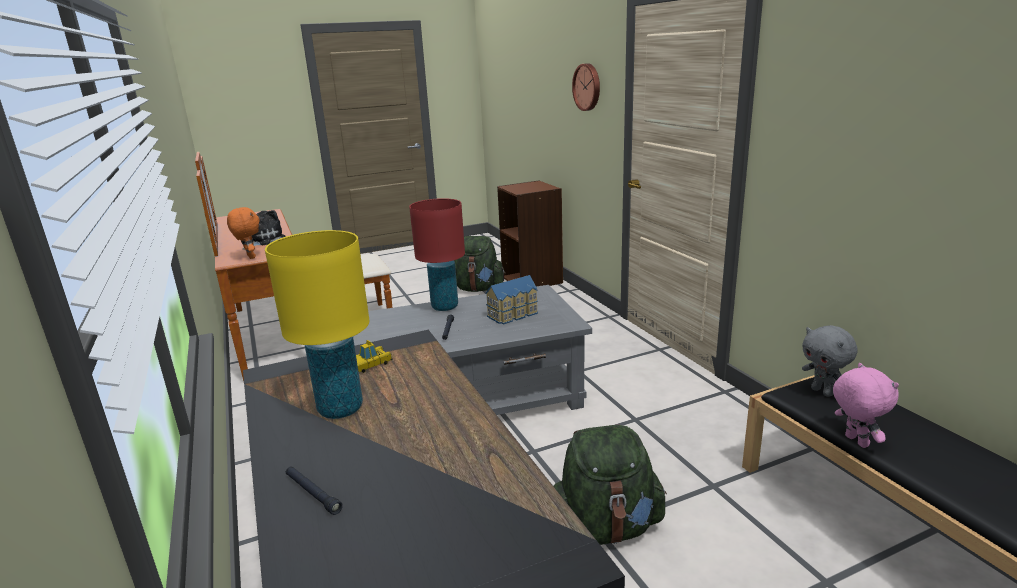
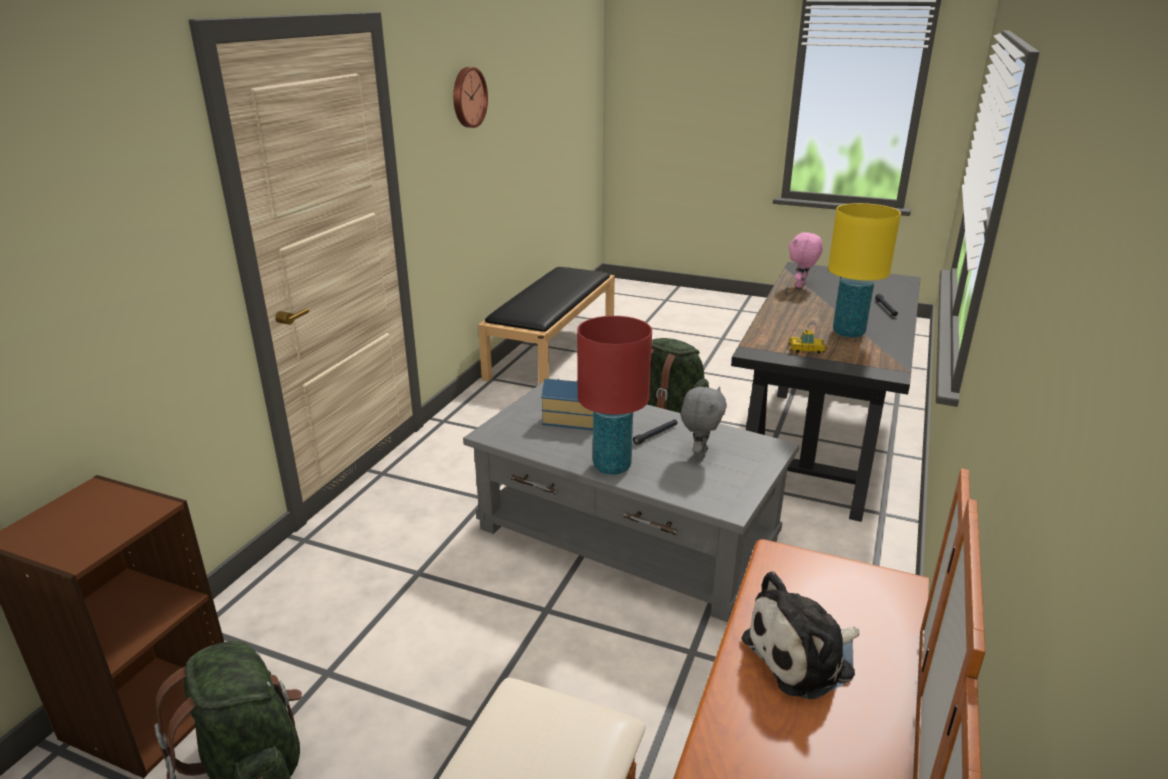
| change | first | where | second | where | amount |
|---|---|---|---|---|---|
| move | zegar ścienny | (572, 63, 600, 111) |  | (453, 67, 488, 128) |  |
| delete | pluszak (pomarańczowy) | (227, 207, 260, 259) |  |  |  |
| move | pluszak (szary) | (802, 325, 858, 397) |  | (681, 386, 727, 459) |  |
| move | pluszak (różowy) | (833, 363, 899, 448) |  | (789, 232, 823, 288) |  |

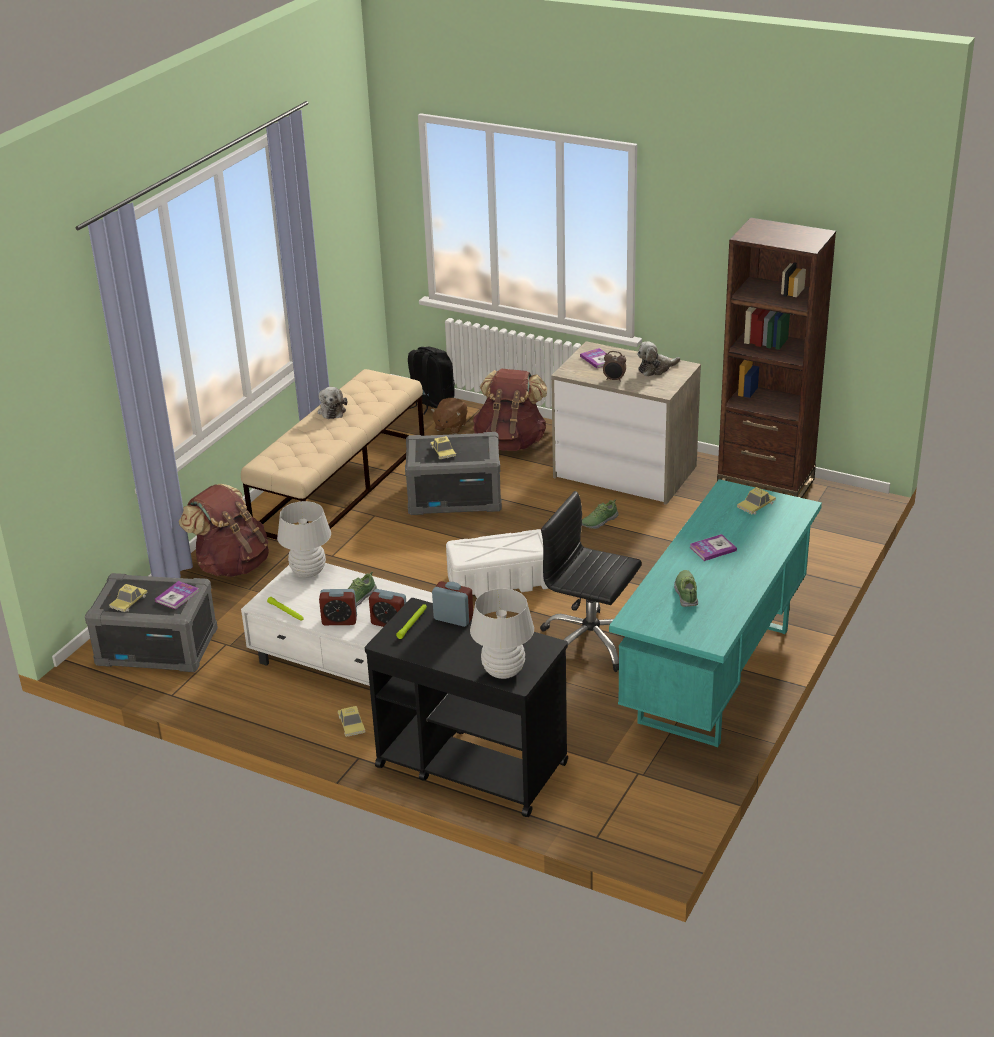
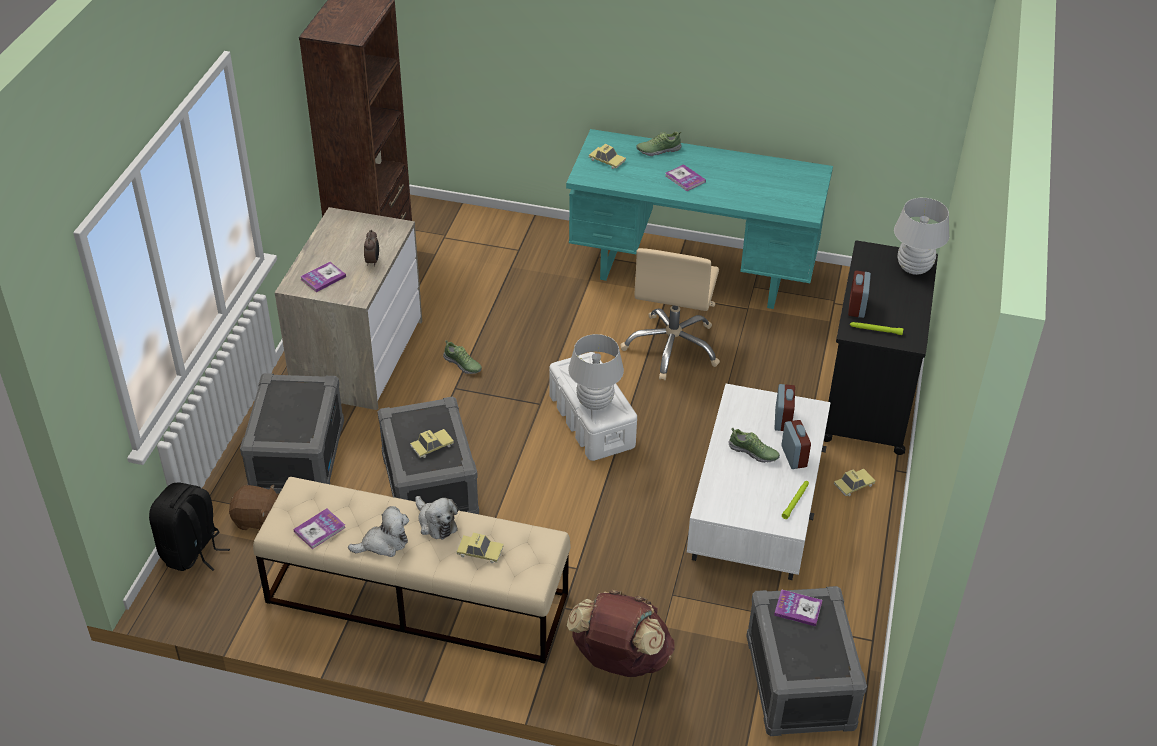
| change | first | where | second | where | amount |
|---|---|---|---|---|---|
| move | pluszak | (637, 342, 680, 376) |  | (415, 496, 458, 539) |  |
| replace | plecak (brązowy) | (473, 369, 547, 451) | pojemnik do przechowywania (szary) | (240, 373, 344, 493) |  |
| recolor | krzesło biurowe (czarny) | (540, 491, 642, 672) | krzesło biurowe (beżowy) | (621, 248, 720, 380) |  |
| move | lampa stołowa (biały) | (277, 501, 331, 578) |  | (568, 334, 624, 410) |  |
| move | but | (674, 570, 698, 607) |  | (636, 132, 682, 156) |  |
| move | samochodzik | (109, 584, 148, 612) |  | (456, 532, 503, 563) |  |
| insert |  |  | książka | (294, 508, 346, 549) |  |

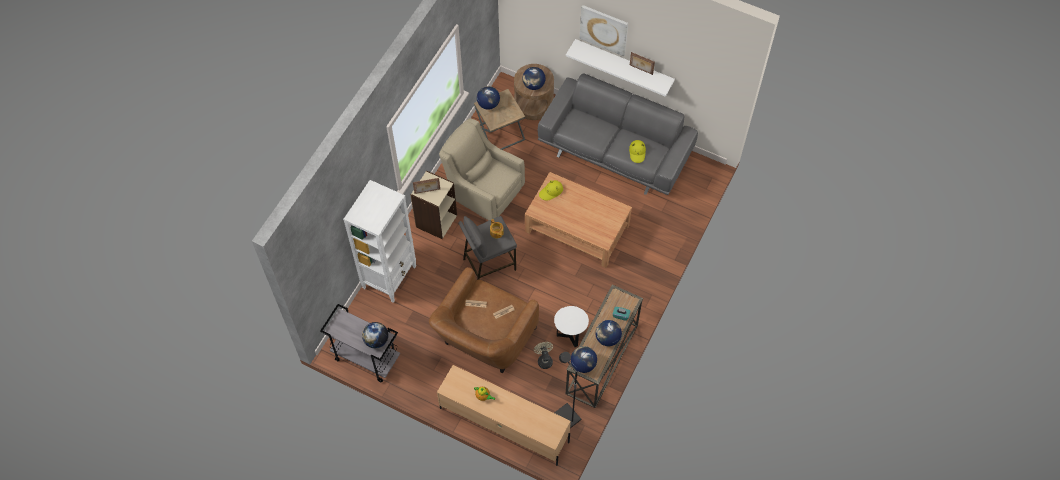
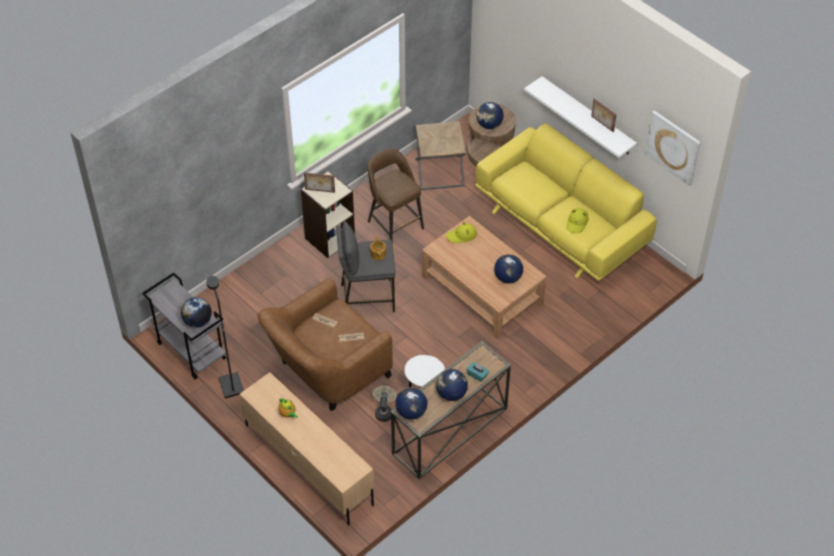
| change | first | where | second | where | amount |
|---|---|---|---|---|---|
| move | obraz | (580, 5, 628, 56) |  | (645, 110, 701, 186) |  |
| recolor | kanapa (szary) | (538, 73, 698, 195) | kanapa (żółty) | (475, 124, 656, 281) |  |
| move | globus | (477, 86, 500, 110) |  | (494, 254, 523, 283) |  |
| replace | fotel (beżowy) | (439, 118, 525, 220) | stołek (brązowy) | (368, 149, 424, 240) |  |
| delete | regał (biały) | (343, 180, 416, 303) |  |  |  |
| move | lampa stojąca (czarny) | (554, 352, 581, 428) |  | (207, 276, 244, 399) |  |

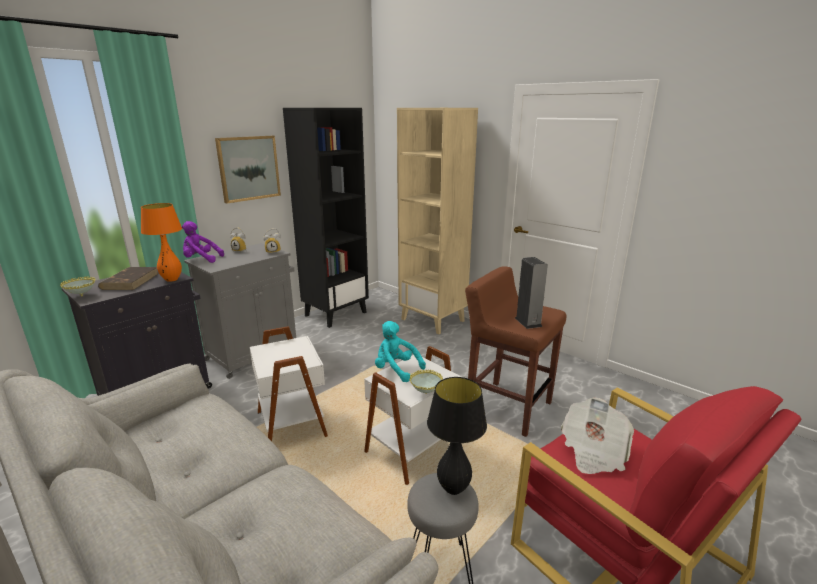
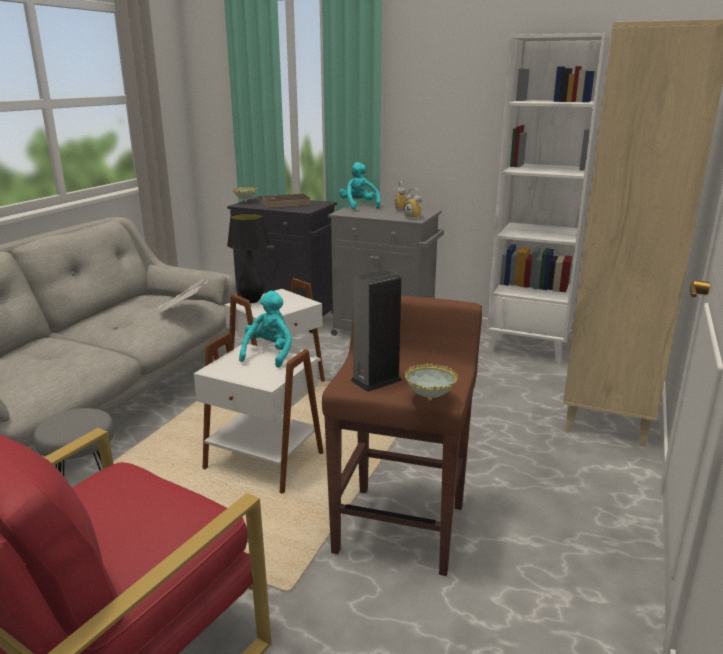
| change | first | where | second | where | amount |
|---|---|---|---|---|---|
| recolor | regał (czarny) | (283, 108, 369, 328) | regał (biały) | (487, 33, 610, 363) |  |
| delete | obraz | (215, 136, 281, 203) |  |  |  |
| delete | lampa stołowa (pomarańczowy) | (141, 203, 182, 282) |  |  |  |
| recolor | pluszak (fioletowy) | (182, 221, 224, 263) | pluszak (turkusowy) | (339, 162, 381, 209) |  |
| move | miska | (409, 370, 443, 394) |  | (404, 363, 458, 401) |  |
| move | lampa stołowa (czarny) | (427, 377, 487, 495) |  | (227, 213, 270, 303) |  |
| move | gazeta | (561, 397, 634, 474) |  | (158, 279, 208, 314) |  |

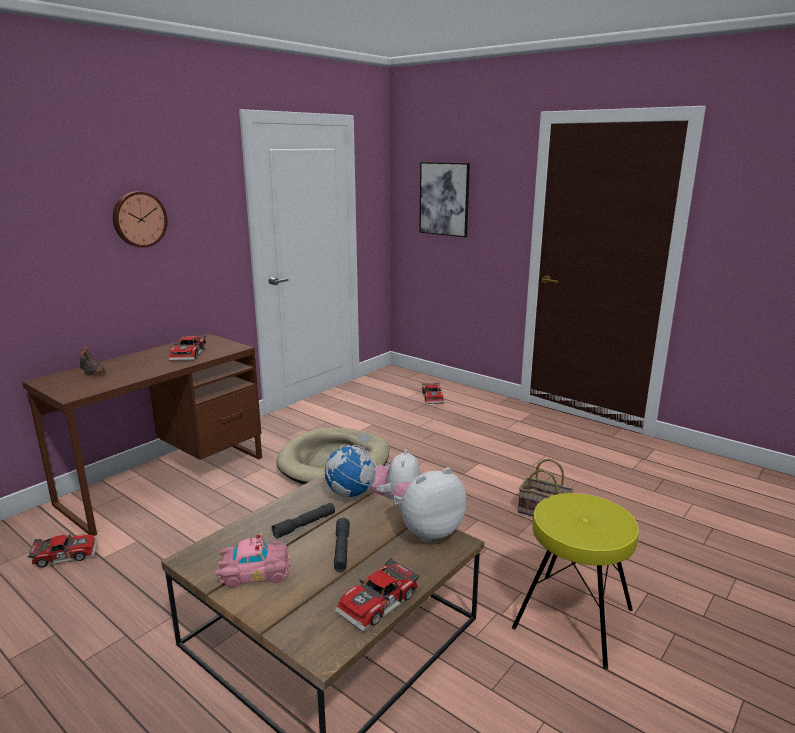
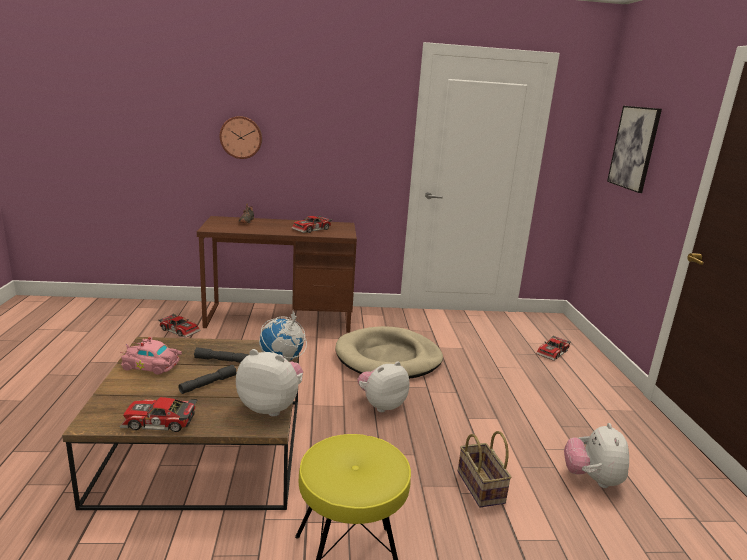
| change | first | where | second | where | amount |
|---|---|---|---|---|---|
| move | zegar ścienny | (113, 191, 168, 248) |  | (220, 116, 262, 159) |  |
| rotate | samochodzik (różowy) | (215, 533, 291, 588) |  | (120, 337, 182, 375) | 150 degrees clockwise |
| insert |  |  | pluszak | (564, 423, 629, 488) |  |

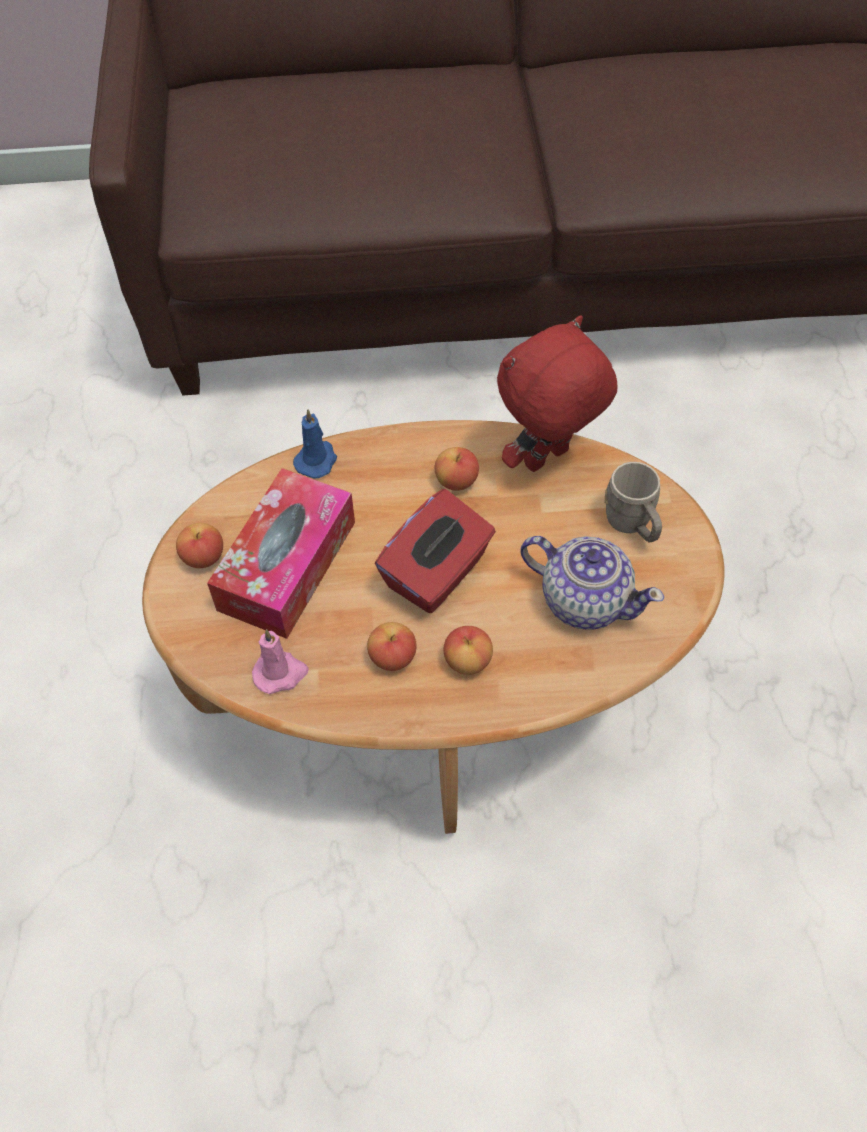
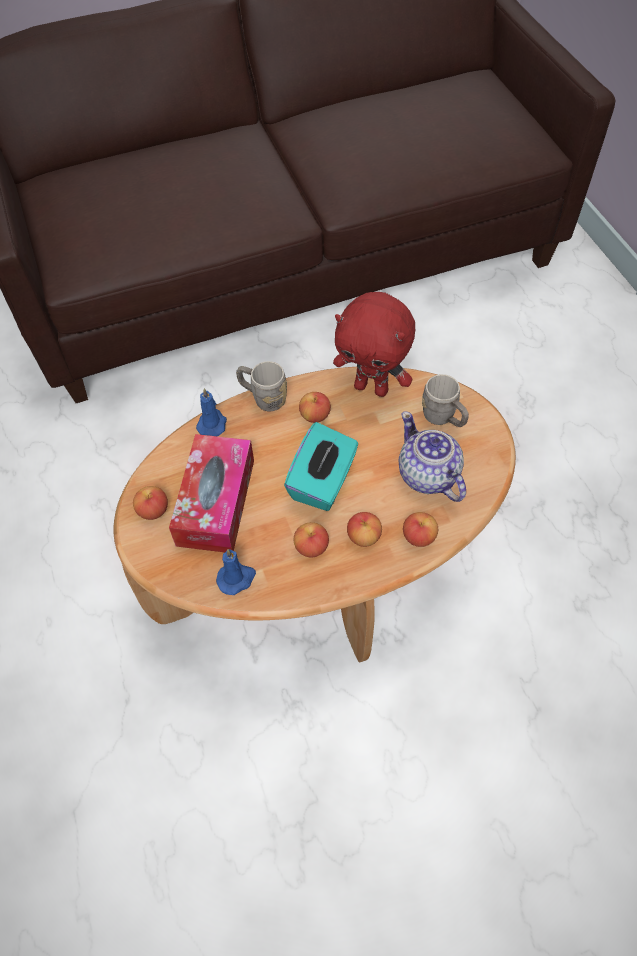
| change | first | where | second | where | amount |
|---|---|---|---|---|---|
| rotate | pluszak (czerwony) | (497, 316, 617, 472) |  | (333, 292, 415, 397) | 105 degrees counterclockwise |
| recolor | pudełko chusteczek (czerwony) | (375, 489, 496, 613) | pudełko chusteczek (turkusowy) | (284, 422, 358, 511) |  |
| rotate | imbryk | (520, 536, 664, 630) |  | (399, 411, 466, 502) | 135 degrees counterclockwise |
| recolor | świeca (różowy) | (252, 629, 309, 694) | świeca (niebieski) | (216, 549, 256, 595) |  |
| insert |  |  | kubek (szary) | (236, 361, 287, 411) |  |
| insert |  |  | jabłko | (403, 512, 438, 547) |  |

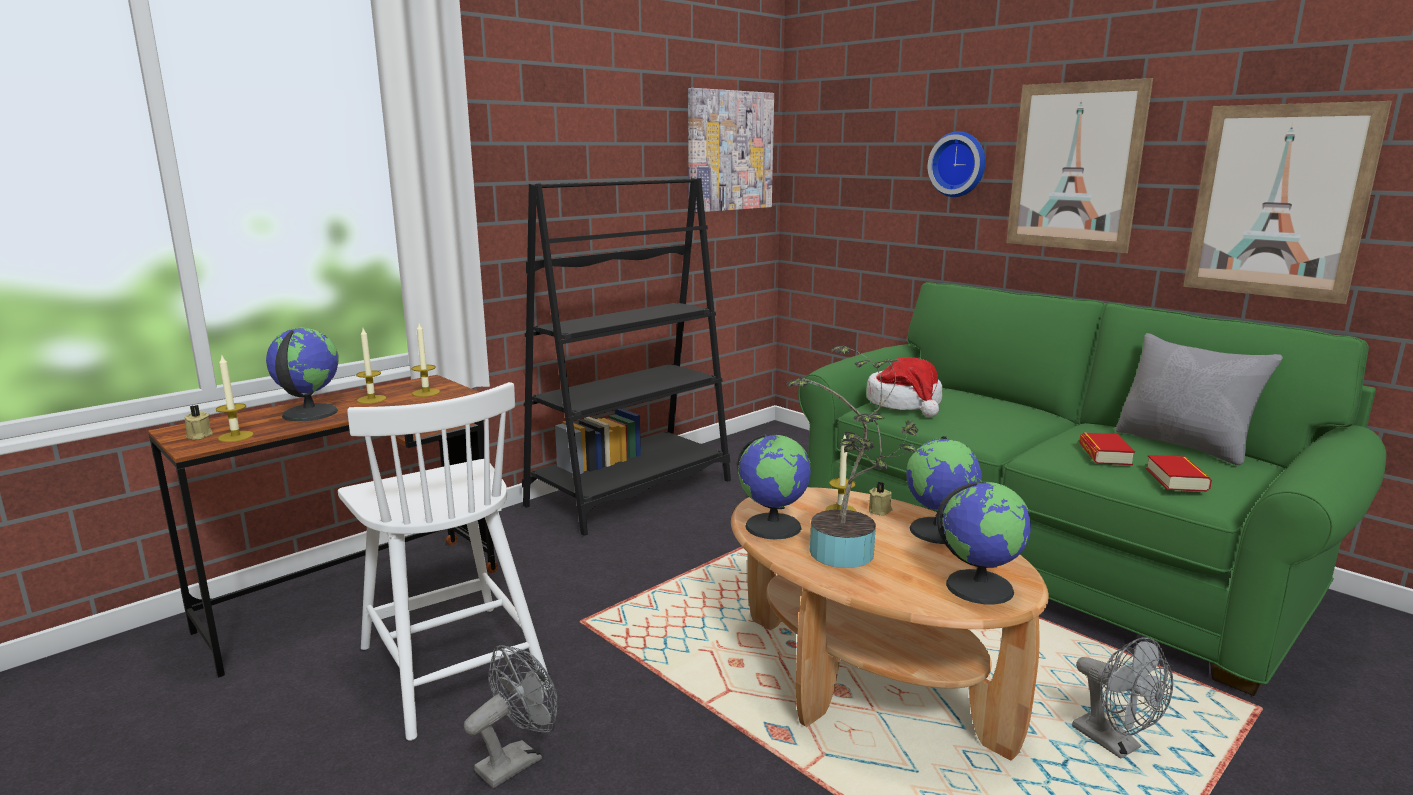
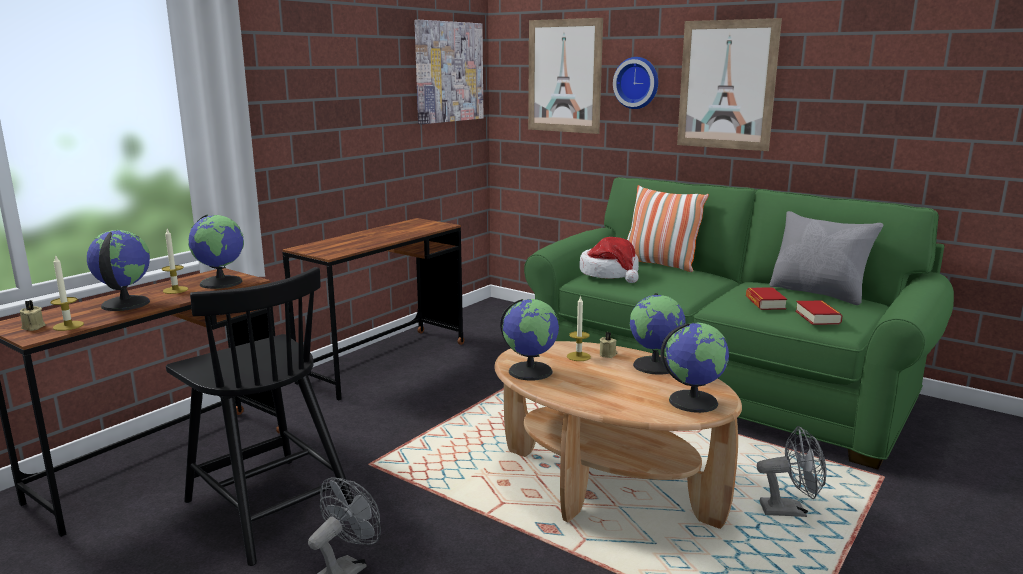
| change | first | where | second | where | amount |
|---|---|---|---|---|---|
| move | obraz | (1183, 101, 1392, 304) |  | (528, 18, 603, 134) |  |
| replace | regał (czarny) | (522, 178, 731, 536) | biurko (brązowy) | (282, 218, 464, 400) |  |
| replace | świeca | (412, 323, 440, 397) | globus | (188, 214, 244, 289) |  |
| delete | roślina doniczkowa | (786, 346, 918, 568) |  |  |  |
| recolor | krzesło (biały) | (338, 382, 552, 741) | krzesło (czarny) | (166, 267, 354, 566) |  |
| rotate | wentylator (szary) | (1072, 637, 1173, 759) |  | (756, 426, 827, 517) | 45 degrees counterclockwise |
| insert |  |  | poduszka | (627, 185, 709, 272) |  |

